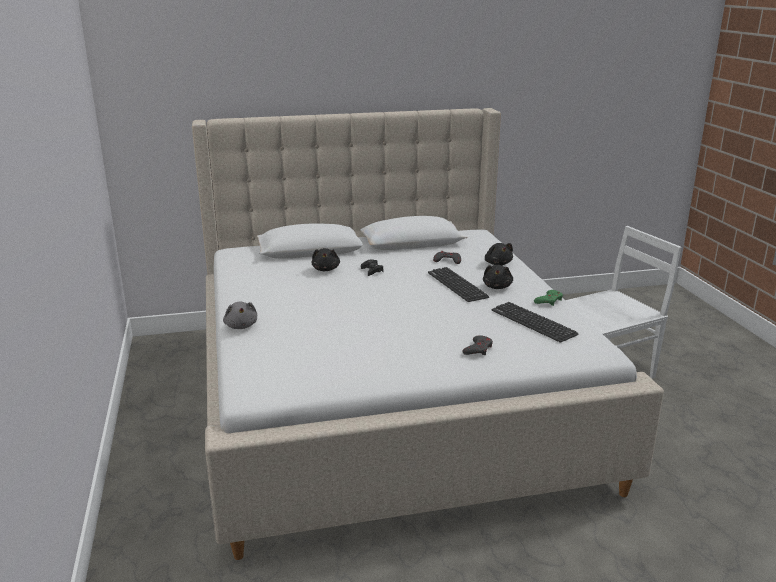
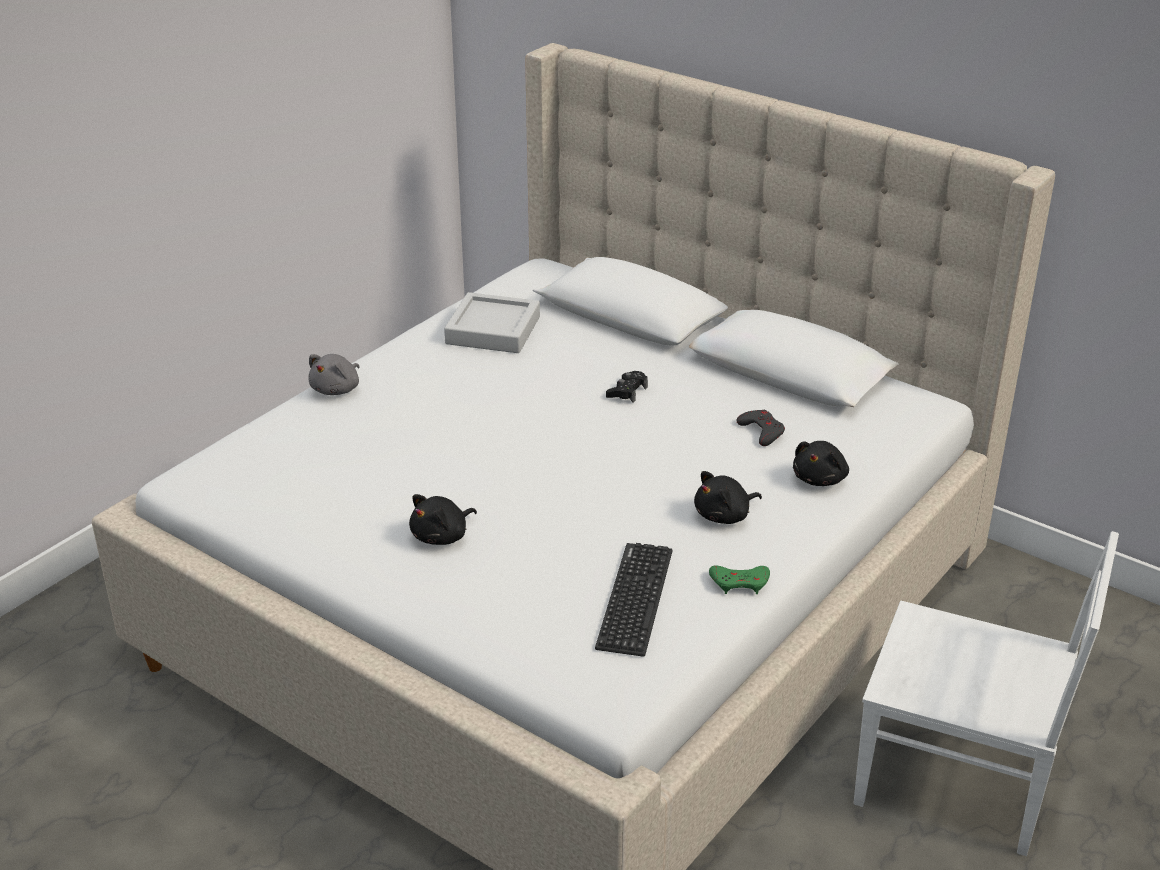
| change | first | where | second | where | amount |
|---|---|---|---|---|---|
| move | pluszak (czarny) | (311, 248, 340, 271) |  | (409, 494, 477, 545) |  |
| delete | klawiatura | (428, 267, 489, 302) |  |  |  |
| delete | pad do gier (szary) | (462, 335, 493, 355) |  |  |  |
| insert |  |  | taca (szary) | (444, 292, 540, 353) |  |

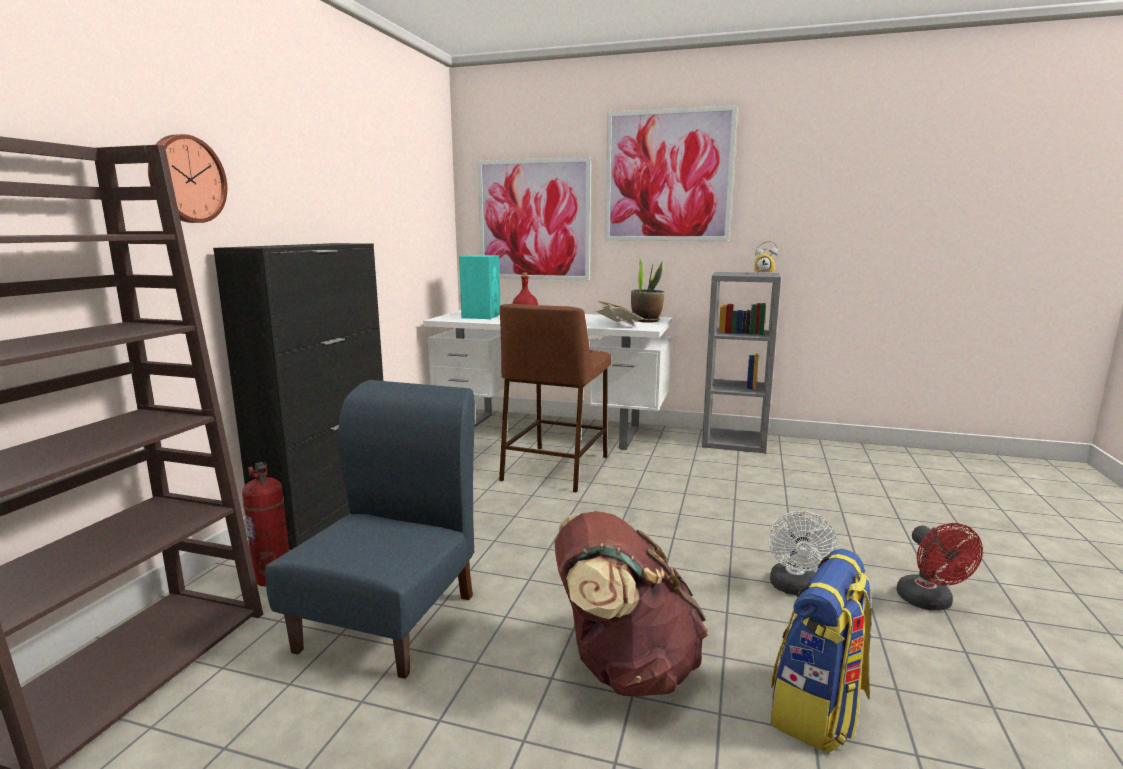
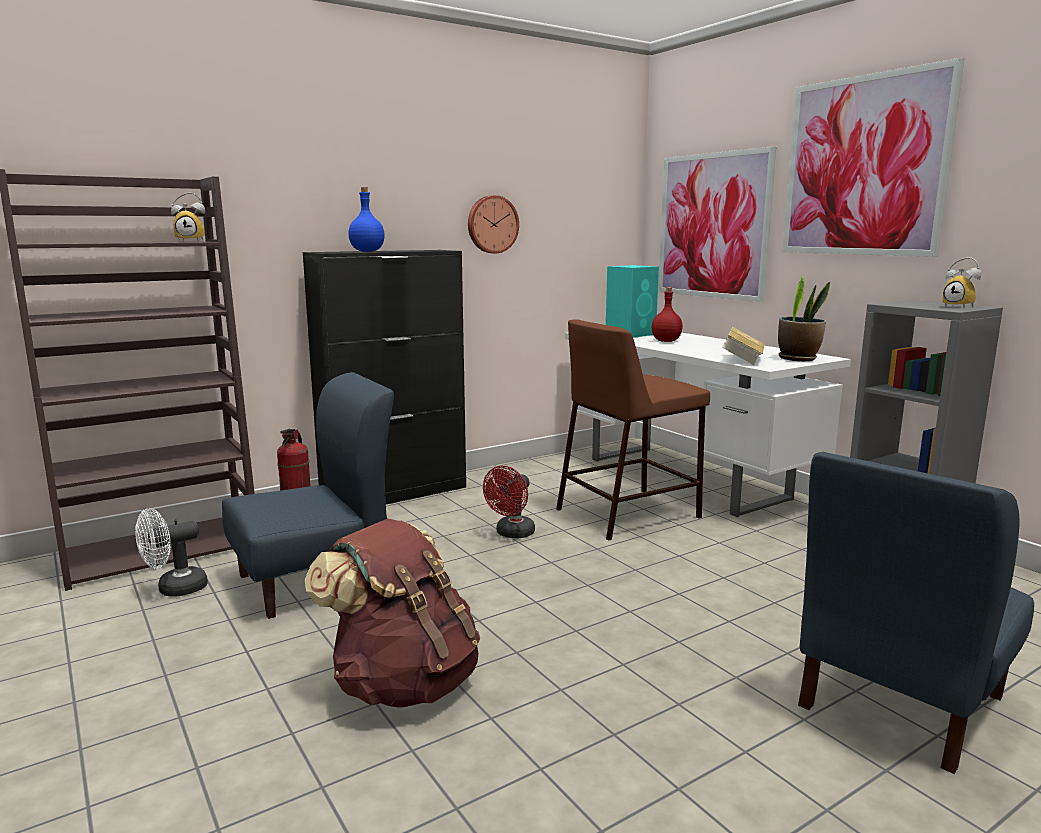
| change | first | where | second | where | amount |
|---|---|---|---|---|---|
| move | zegar ścienny | (148, 134, 227, 223) |  | (468, 195, 519, 253) |  |
| move | wentylator (biały) | (769, 511, 836, 595) |  | (135, 508, 208, 597) |  |
| move | wentylator (czerwony) | (897, 523, 983, 610) |  | (483, 466, 535, 538) |  |
| delete | plecak | (770, 549, 872, 753) |  |  |  |
| insert |  |  | butelka (niebieski) | (348, 187, 385, 252) |  |
| insert |  |  | budzik | (171, 192, 205, 242) |  |
| insert |  |  | krzesło (niebieski) | (798, 452, 1034, 774) |  |

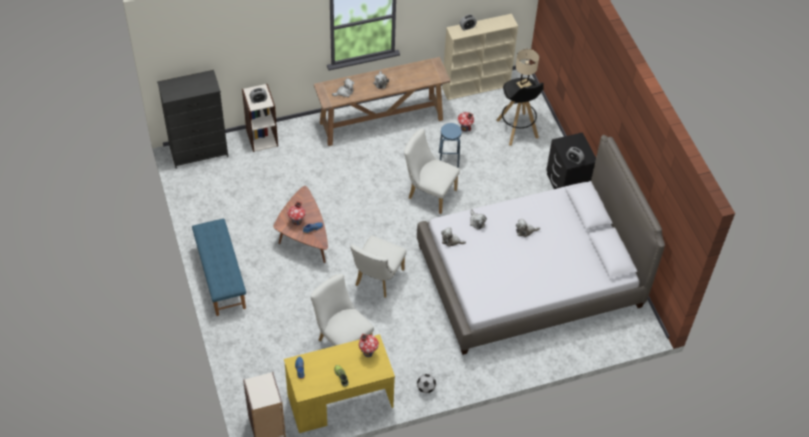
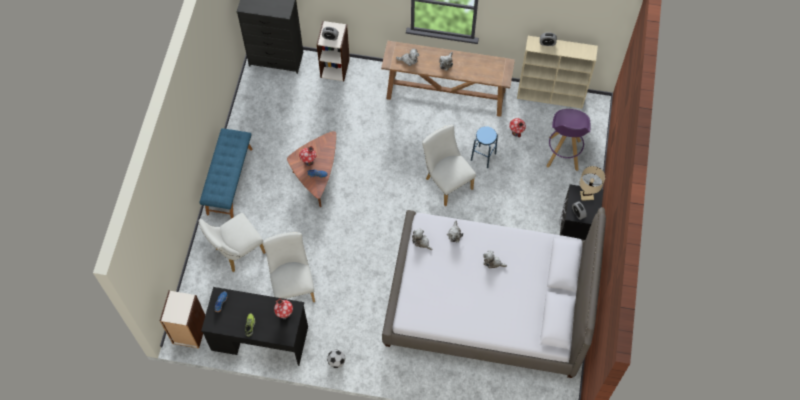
| change | first | where | second | where | amount |
|---|---|---|---|---|---|
| move | lampa stołowa (beżowy) | (516, 49, 539, 88) |  | (580, 166, 605, 201) |  |
| recolor | stołek (czarny) | (496, 78, 544, 146) | stołek (fioletowy) | (547, 109, 590, 171) |  |
| move | krzesło (biały) | (350, 236, 406, 298) |  | (199, 213, 266, 272) |  |
| recolor | biurko (żółty) | (284, 334, 395, 433) | biurko (czarny) | (201, 287, 308, 366) |  |

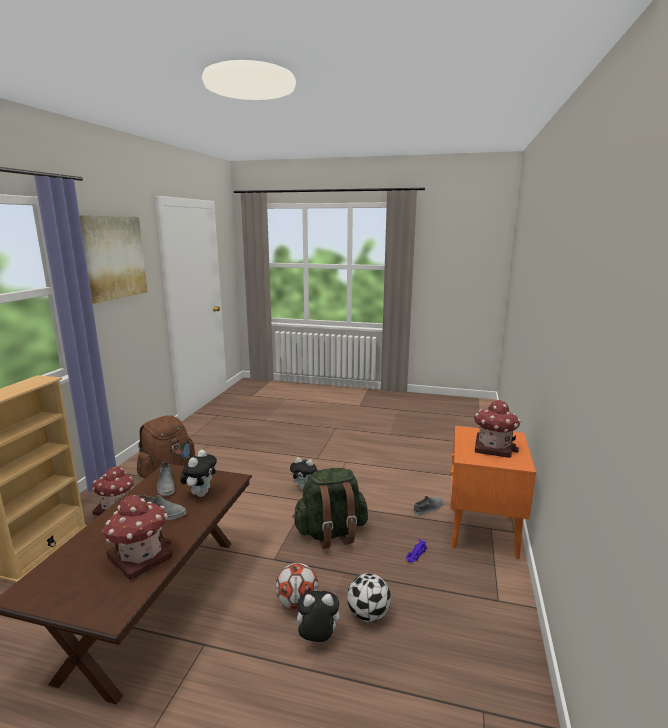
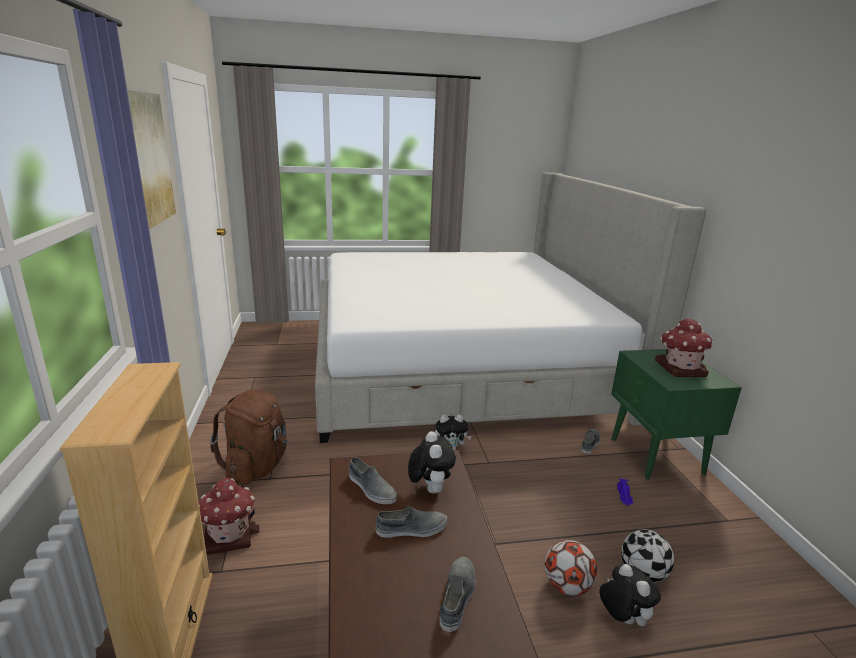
| change | first | where | second | where | amount |
|---|---|---|---|---|---|
| recolor | szafka nocna (pomarańczowy) | (450, 426, 536, 559) | szafka nocna (zielony) | (611, 349, 742, 480) |  |
| delete | plecak (zielony) | (292, 468, 368, 549) |  |  |  |
| replace | domek | (102, 495, 173, 580) | but (szary) | (440, 557, 476, 632) |  |
| rotate | pluszak | (291, 591, 340, 642) |  | (599, 564, 661, 626) | 90 degrees clockwise |
| insert |  |  | łóżko | (315, 173, 706, 443) |  |

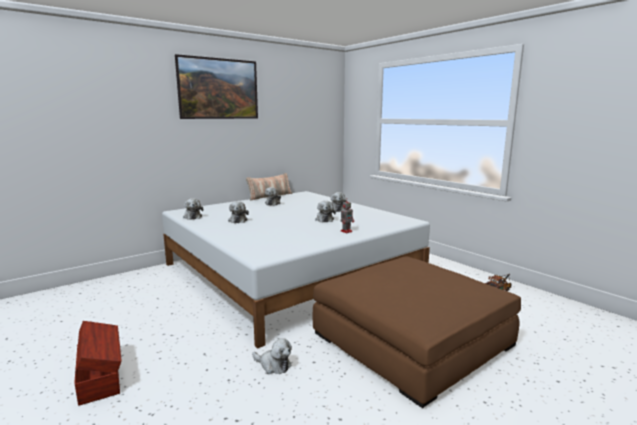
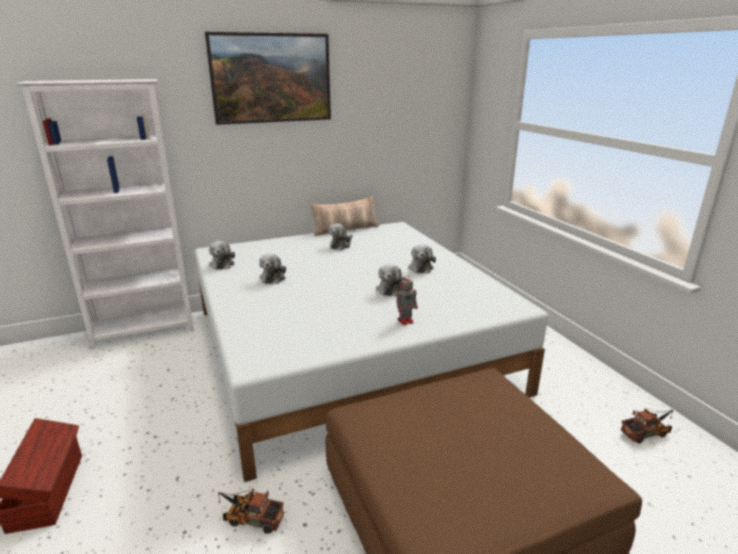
| change | first | where | second | where | amount |
|---|---|---|---|---|---|
| replace | pluszak | (252, 339, 292, 374) | ciężarówka zabawkowa | (218, 488, 284, 534) |  |
| insert |  |  | regał (biały) | (15, 79, 194, 350) |  |

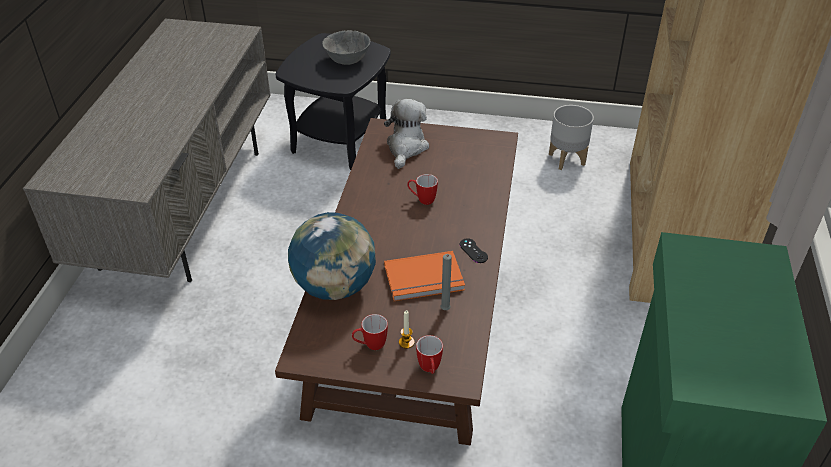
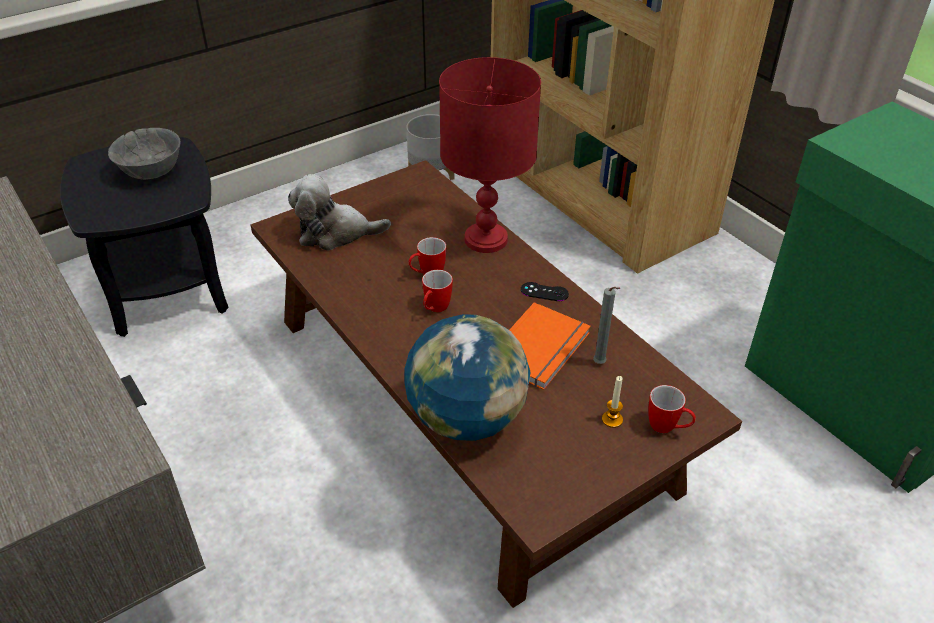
| change | first | where | second | where | amount |
|---|---|---|---|---|---|
| rotate | pluszak | (384, 99, 429, 169) |  | (288, 174, 391, 251) | 60 degrees counterclockwise |
| move | kubek | (352, 314, 388, 350) |  | (422, 270, 453, 312) |  |
| insert |  |  | lampa stołowa (czerwony) | (439, 57, 541, 253) |  |

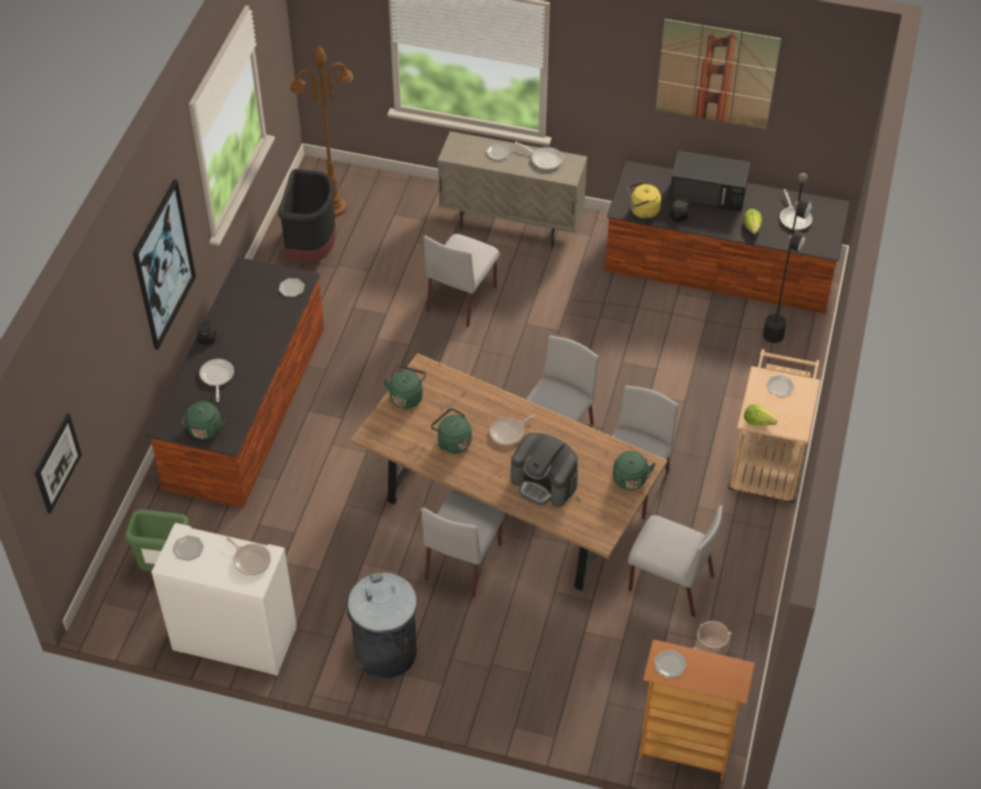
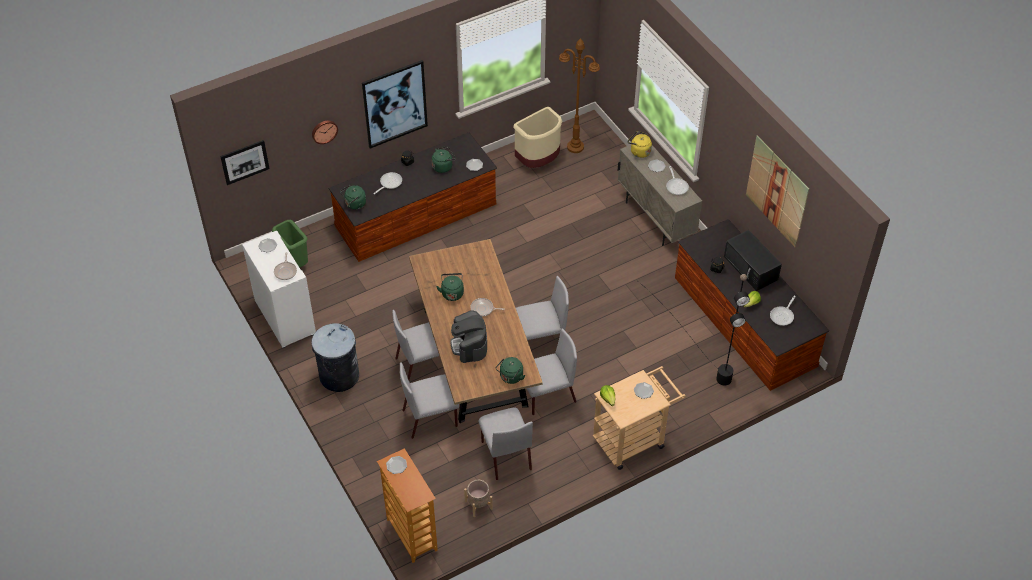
| change | first | where | second | where | amount |
|---|---|---|---|---|---|
| recolor | kosz na śmieci (czarny) | (278, 169, 336, 262) | kosz na śmieci (beżowy) | (513, 107, 562, 168) |  |
| move | czajnik (żółty) | (628, 182, 661, 219) |  | (628, 131, 652, 158) |  |
| move | krzesło (szary) | (423, 234, 500, 327) |  | (400, 362, 459, 439) |  |
| move | czajnik (zielony) | (383, 365, 426, 409) |  | (432, 146, 456, 173) |  |
| insert |  |  | zegar ścienny | (312, 120, 338, 144) |  |

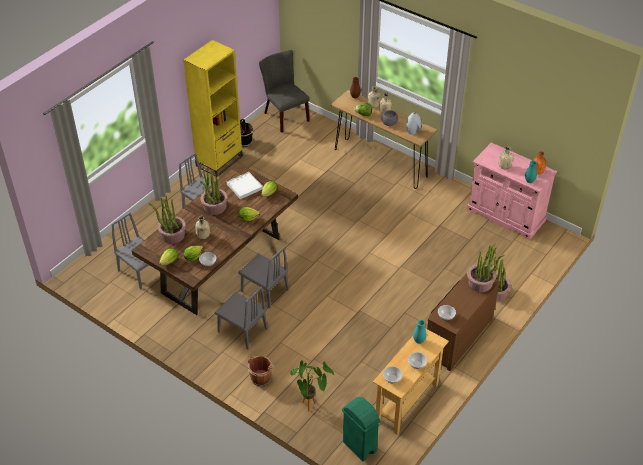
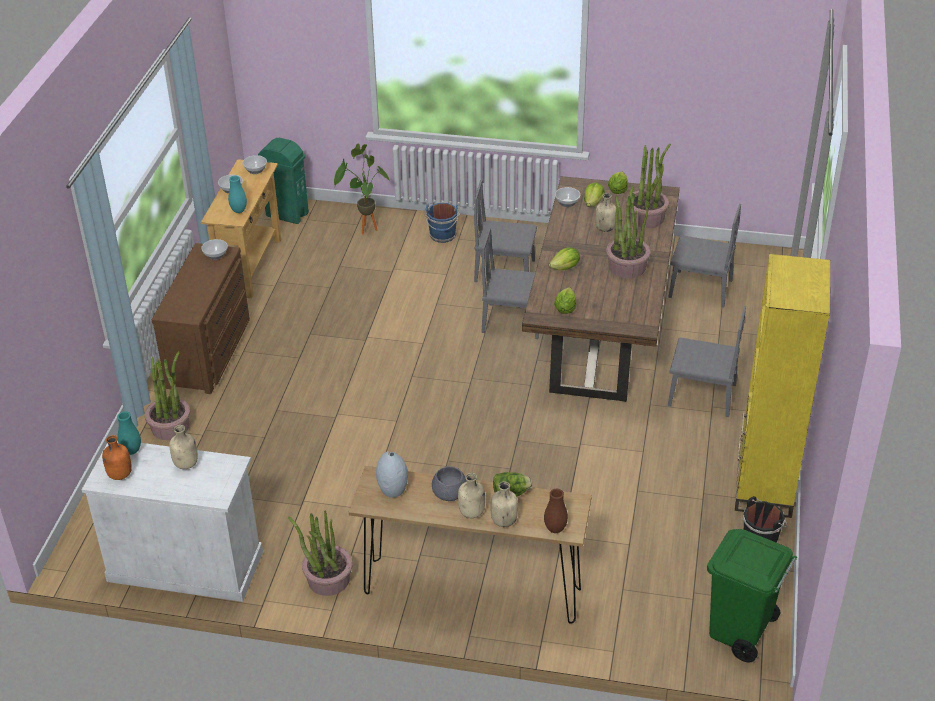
| change | first | where | second | where | amount |
|---|---|---|---|---|---|
| replace | krzesło (szary) | (259, 50, 310, 133) | kosz na śmieci (zielony) | (707, 529, 797, 662) |  |
| recolor | szafka (różowy) | (467, 142, 557, 240) | szafka (biały) | (82, 441, 263, 602) |  |
| delete | taca (biały) | (227, 172, 263, 199) |  |  |  |
| move | roślina doniczkowa | (467, 243, 504, 292) |  | (288, 510, 353, 596) |  |
| recolor | wiadro (brązowy) | (248, 356, 274, 386) | wiadro (niebieski) | (425, 203, 460, 243) |  |

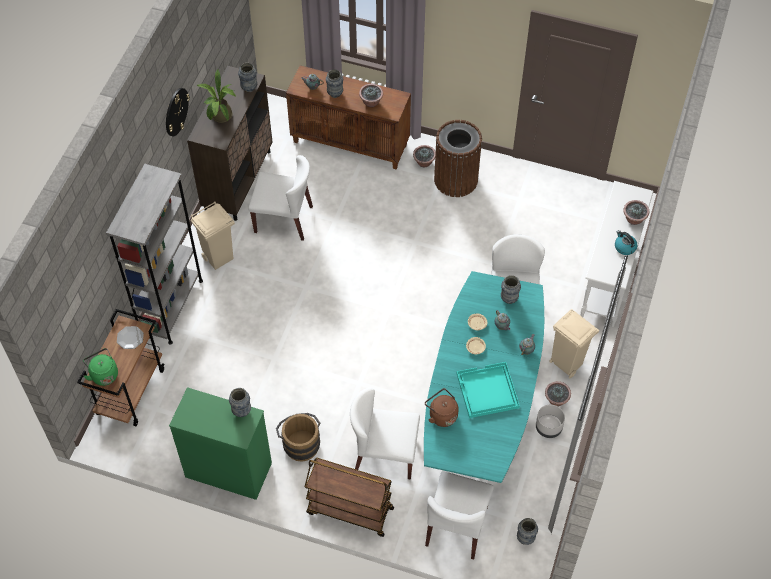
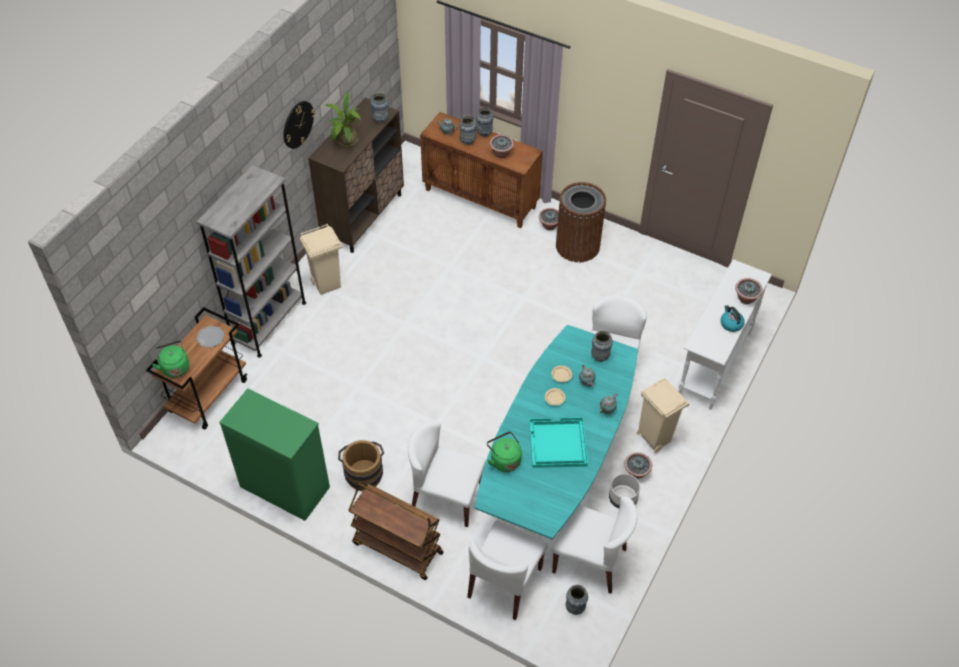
| change | first | where | second | where | amount |
|---|---|---|---|---|---|
| move | krzesło (biały) | (248, 155, 313, 241) |  | (552, 496, 638, 594) |  |
| move | wazon | (229, 388, 251, 417) |  | (476, 107, 494, 137) |  |
| recolor | czajnik (brązowy) | (425, 388, 459, 427) | czajnik (zielony) | (487, 432, 522, 472) |  |

